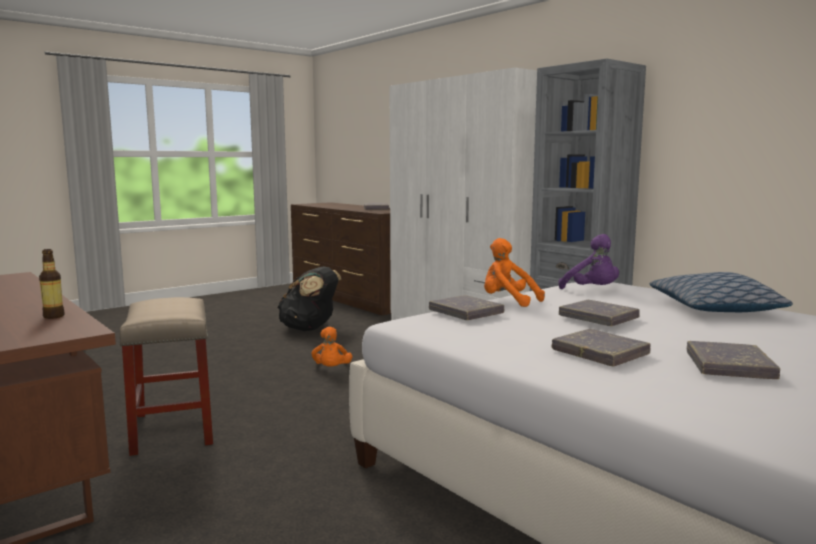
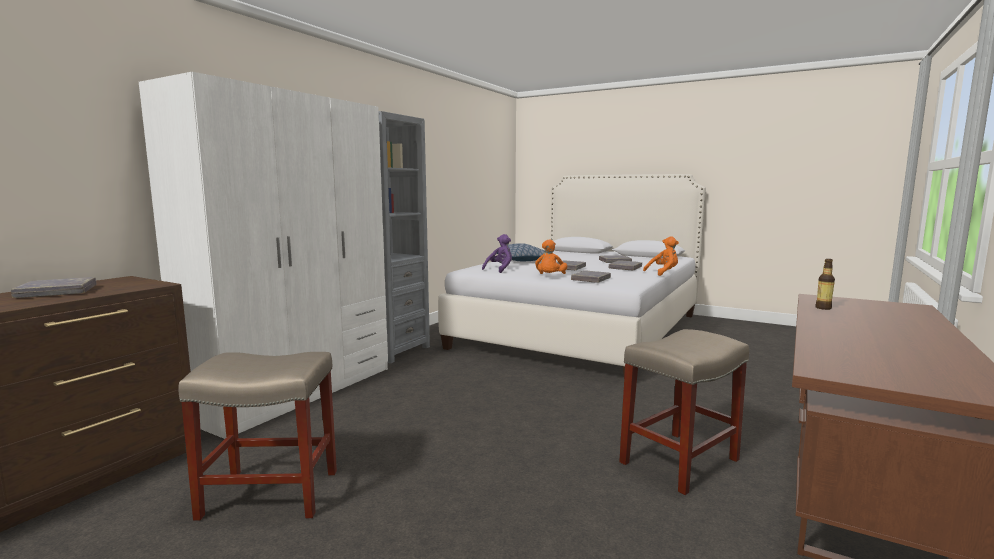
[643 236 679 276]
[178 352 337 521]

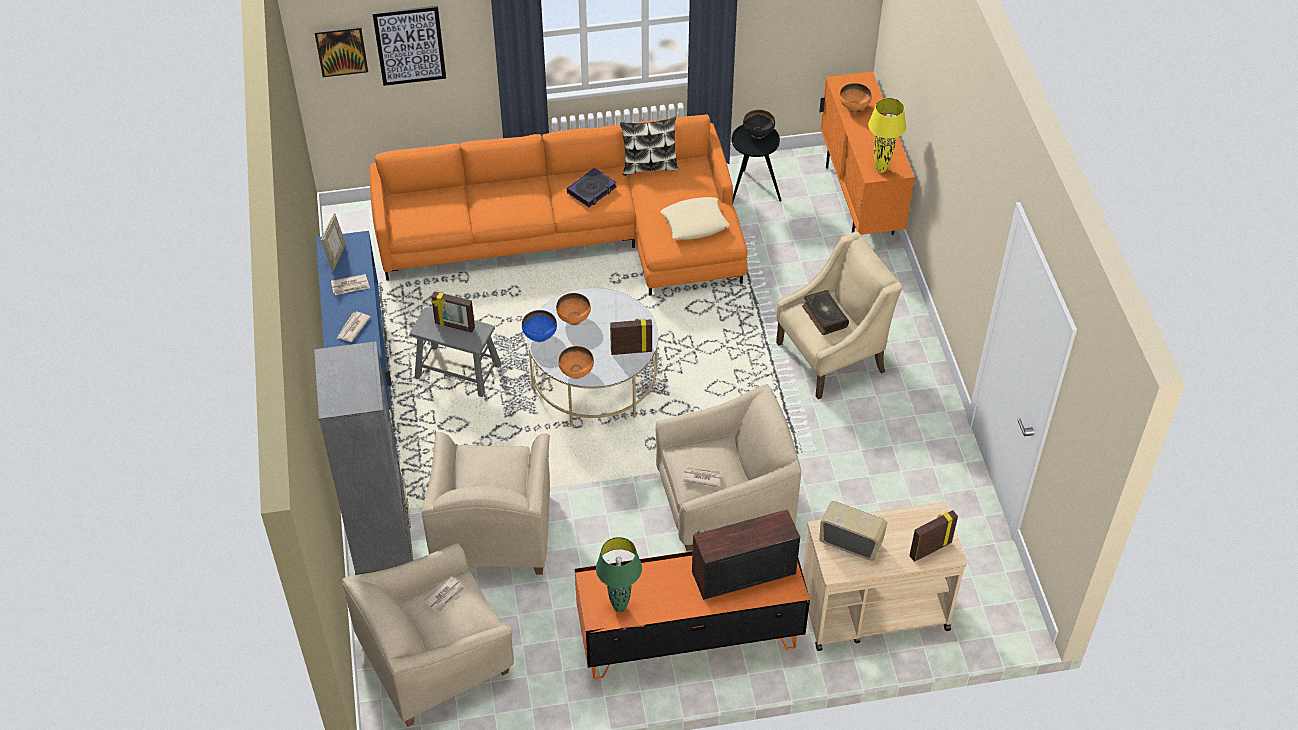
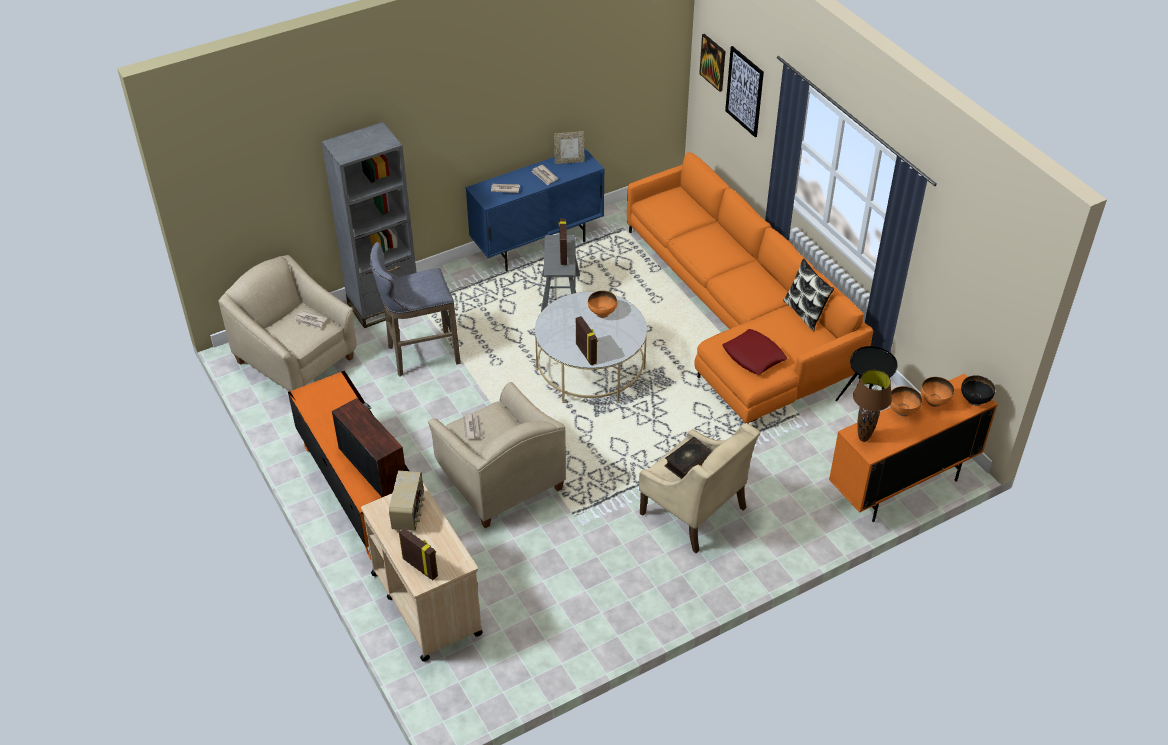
[522 310 557 342] (first image)
[567 168 617 207] (first image)
[596 537 642 612] (first image)
[890 386 922 417]
[961 375 995 406]
[370 242 461 377]
[722 329 787 375]
[853 370 892 442]

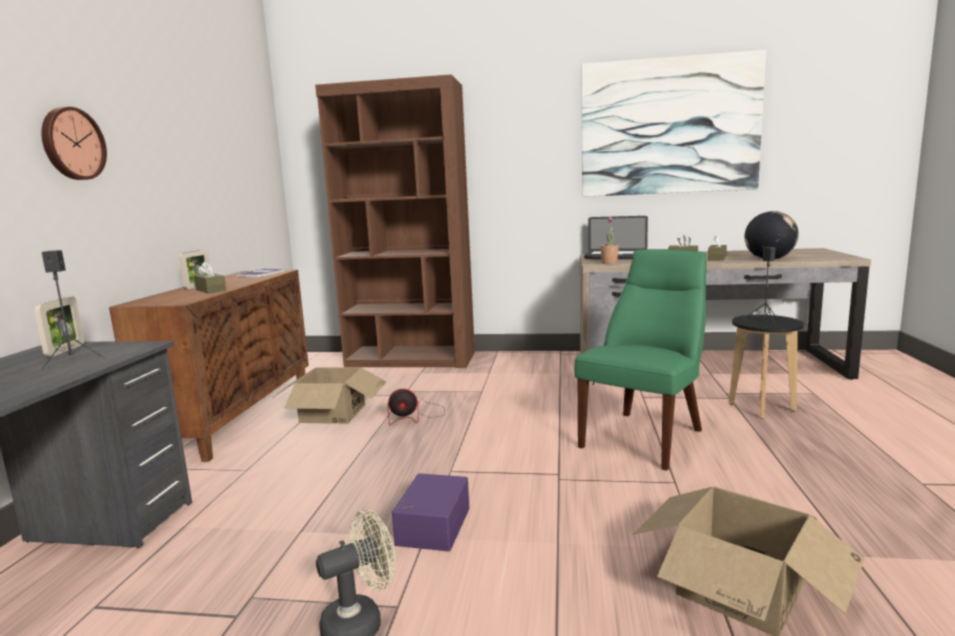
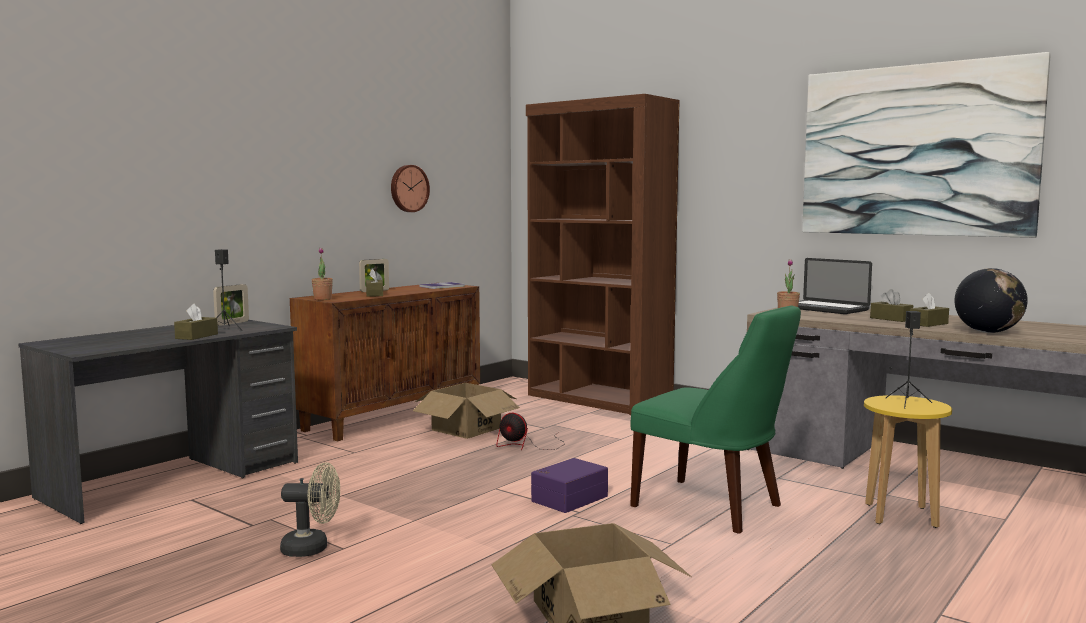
[174 304 218 340]
[311 248 333 300]
[391 165 430 212]
[531 458 608 513]
[864 395 952 528]
[630 305 801 533]

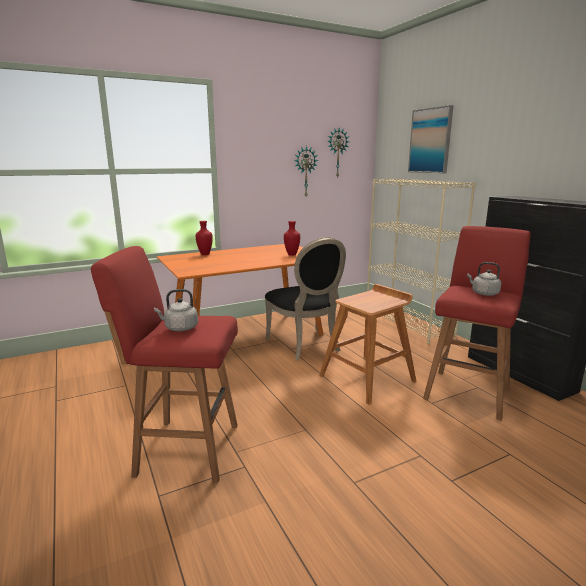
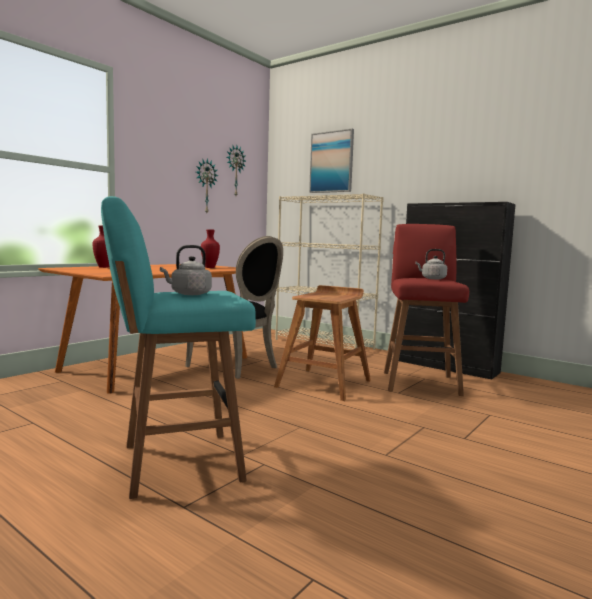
[101 196 256 499]

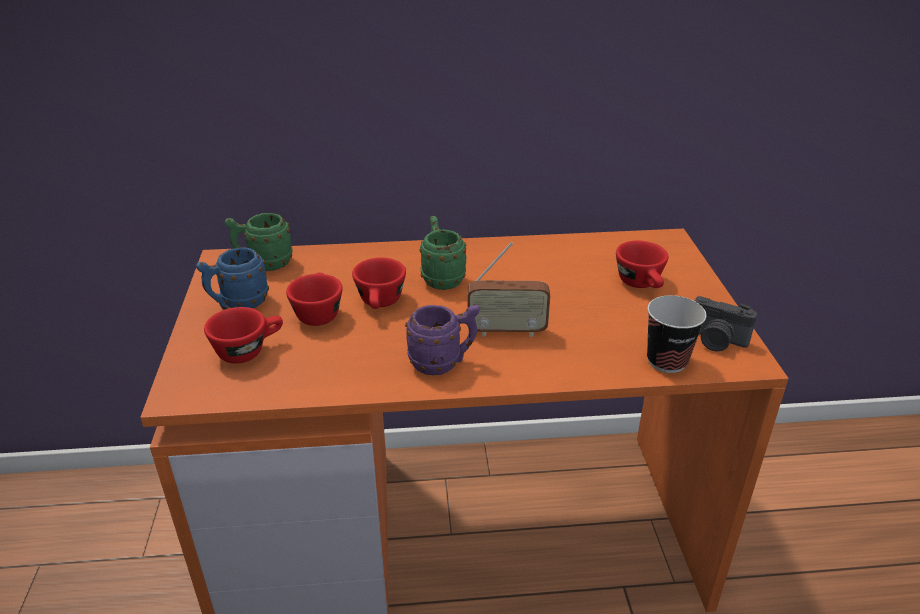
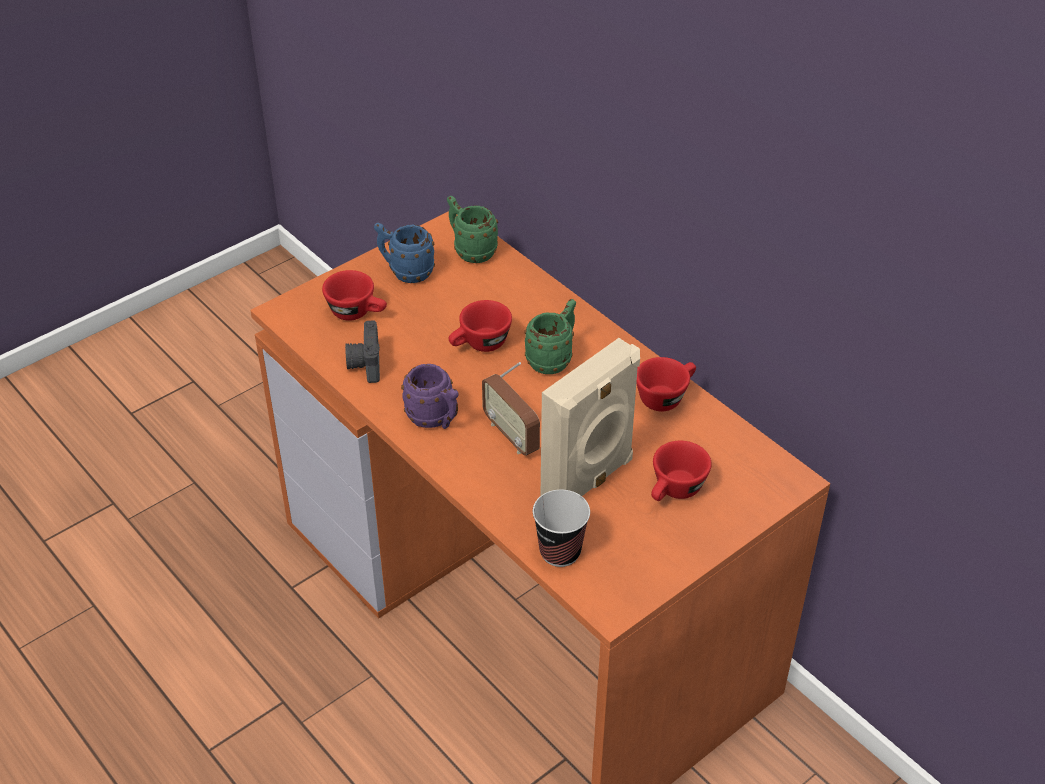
[540 338 640 496]
[636 357 696 411]
[345 320 380 383]

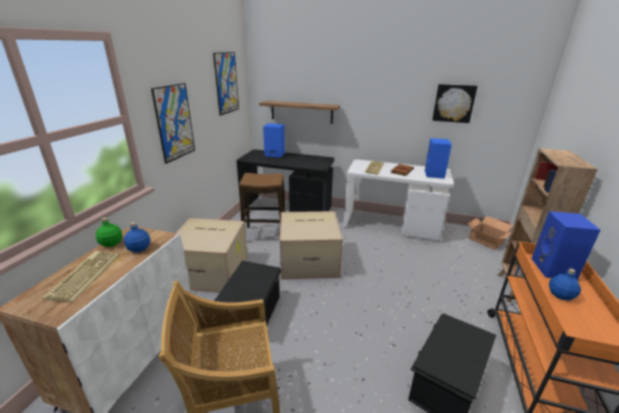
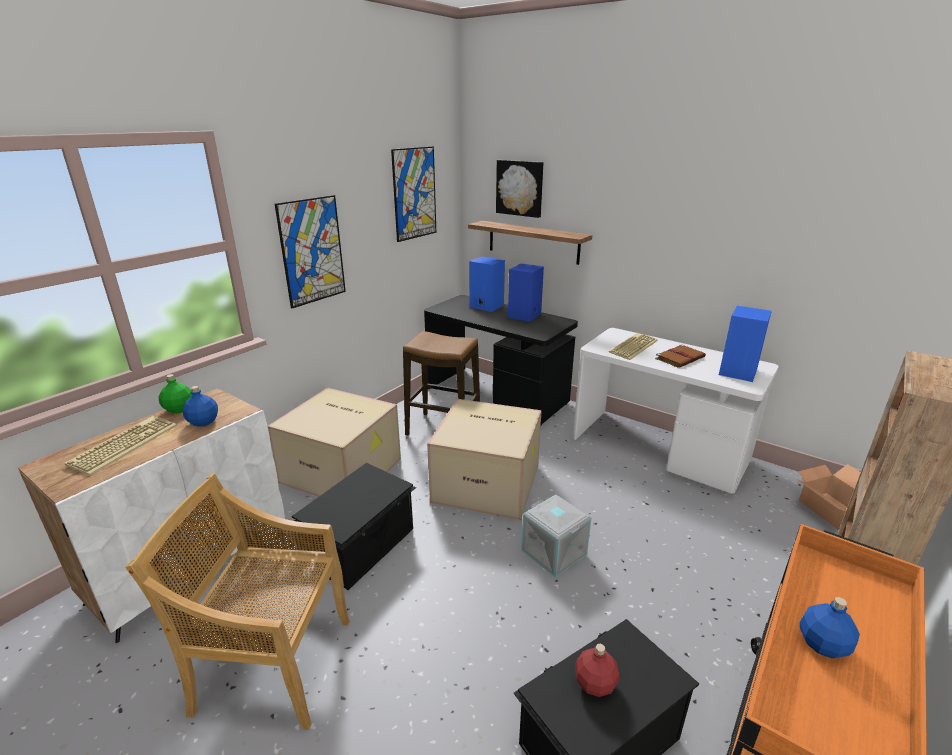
[521 494 592 577]
[575 644 619 697]
[496 160 543 218]
[508 263 544 322]

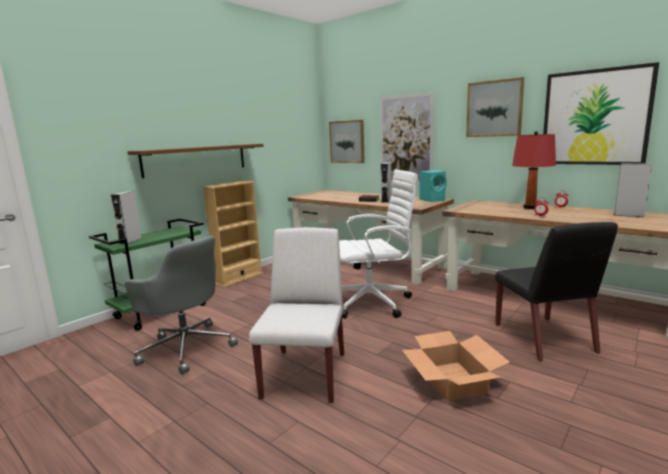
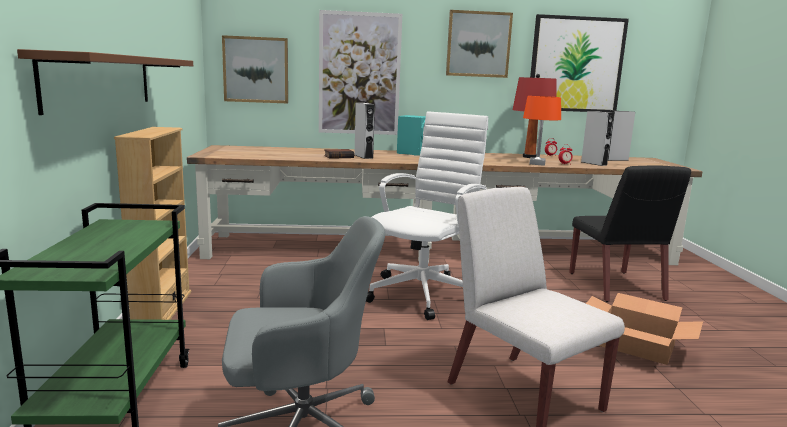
[523 96 561 166]
[581 111 614 166]
[569 165 691 302]

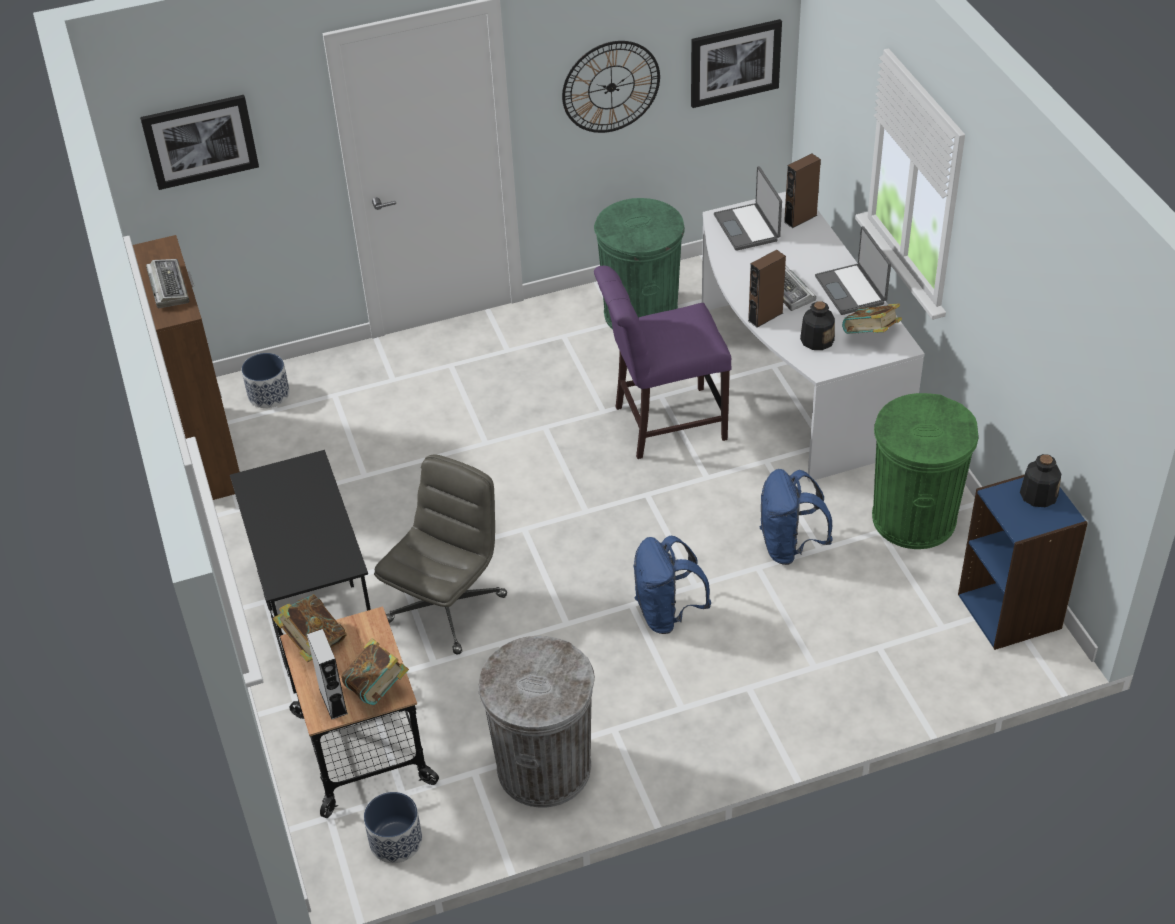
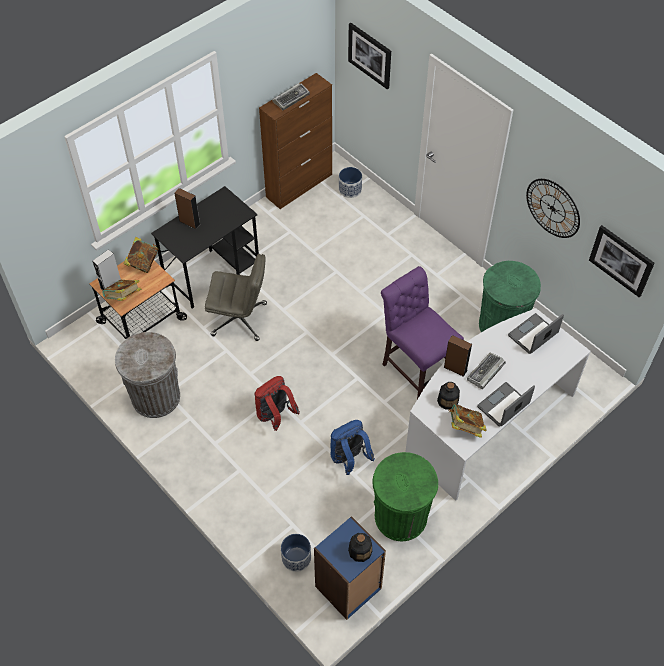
[281 534 311 572]
[174 188 200 229]
[254 376 300 431]

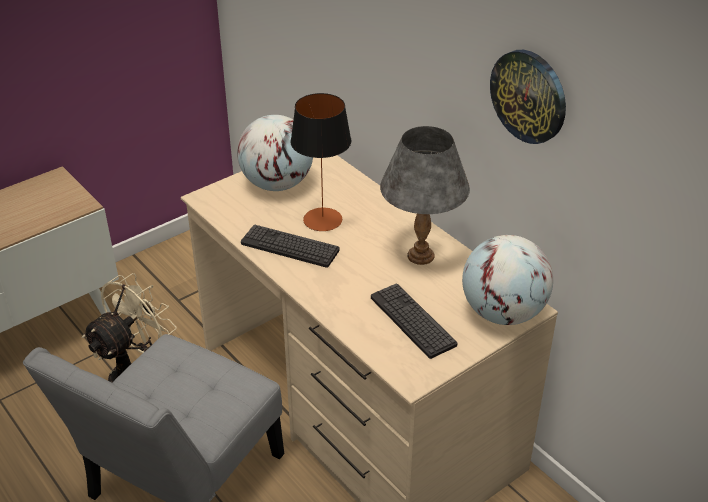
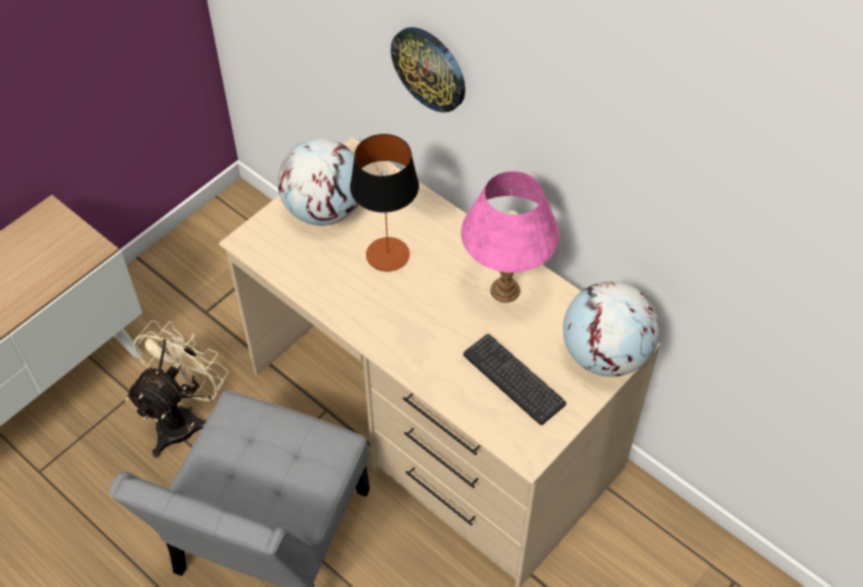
[241 224 340 268] (first image)
[391 27 465 113]
[461 171 560 303]

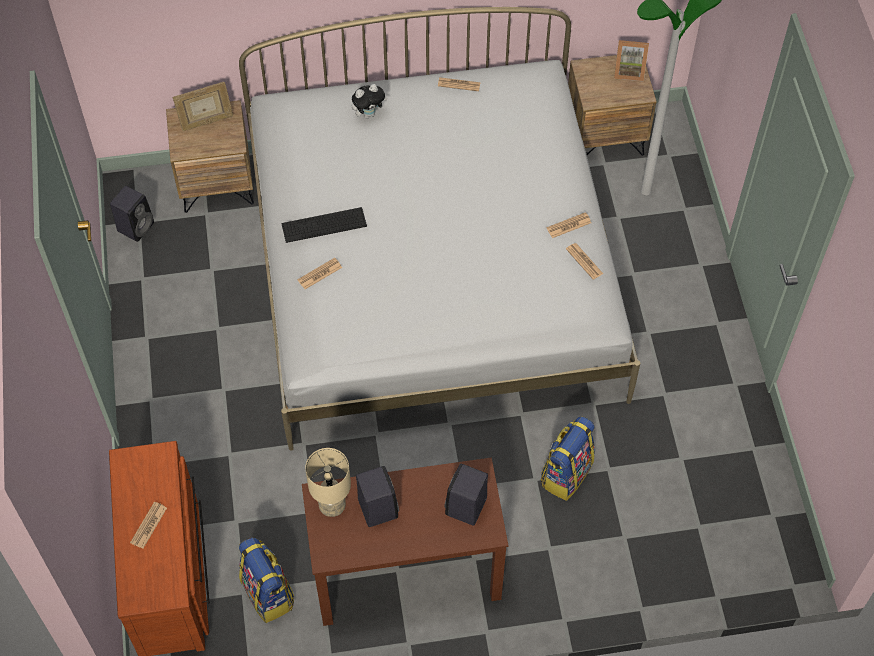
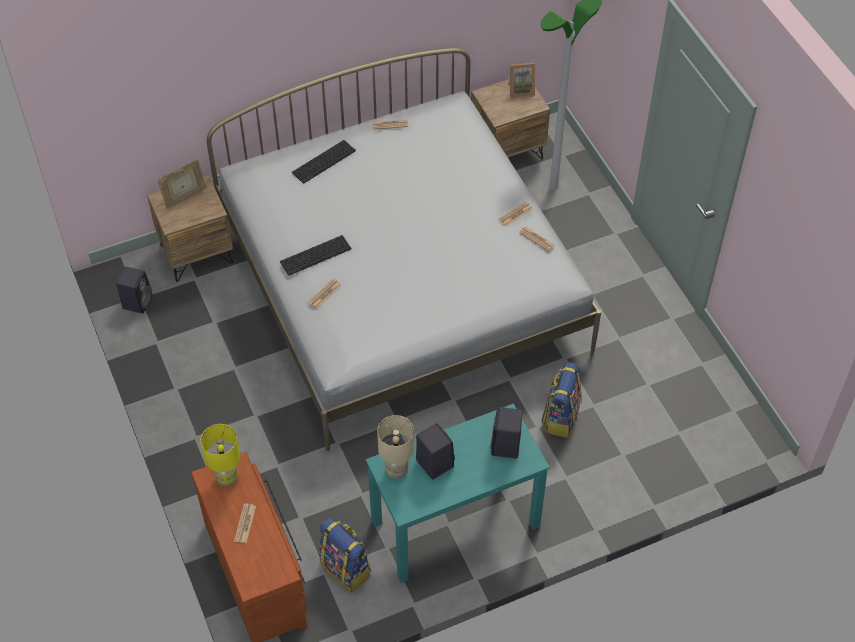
[201 424 240 486]
[292 140 356 184]
[366 404 550 583]

